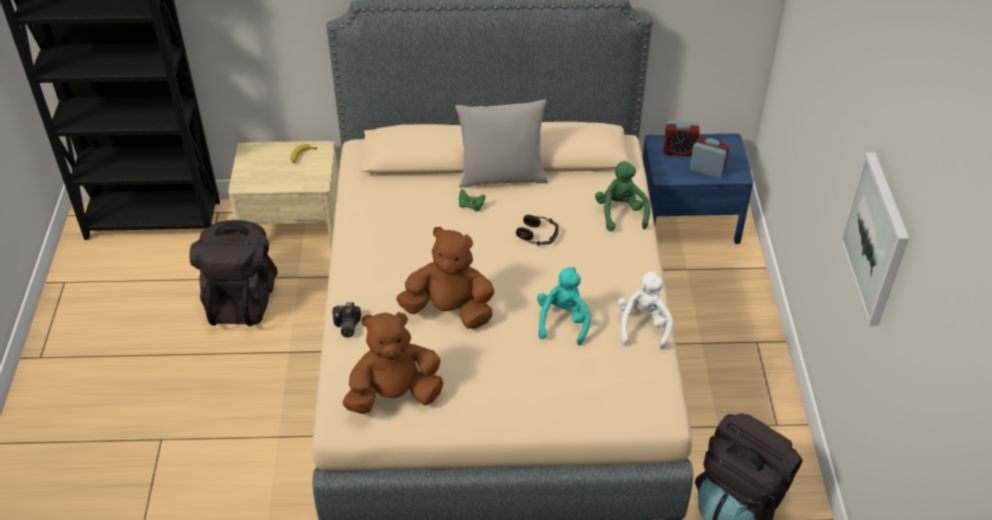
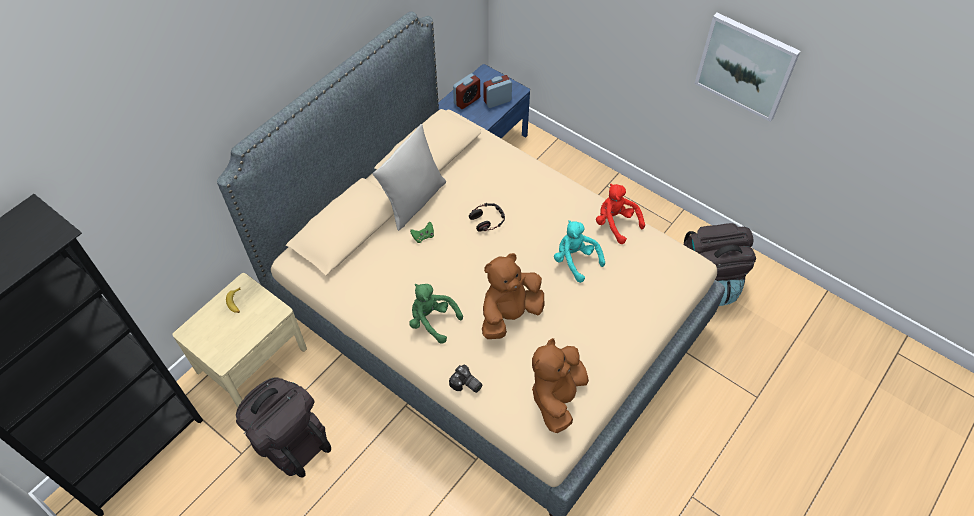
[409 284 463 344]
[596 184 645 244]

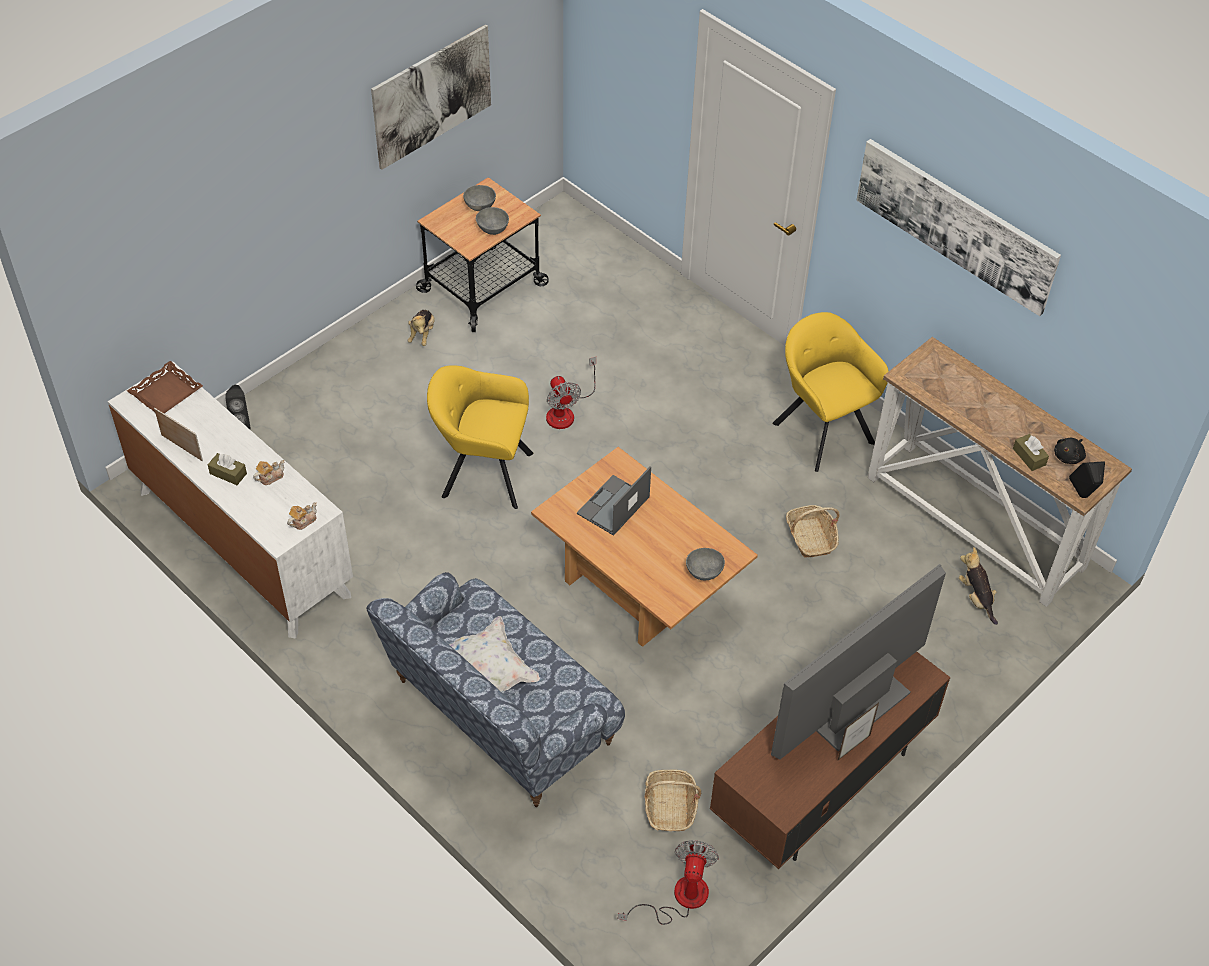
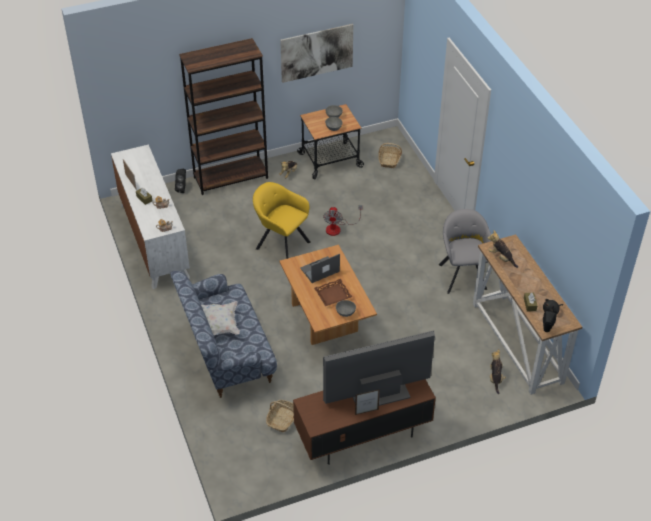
[618 840 719 925] (first image)
[856 139 1061 316] (first image)
[179 38 268 195]
[488 230 518 268]
[314 279 352 306]
[378 143 402 168]
[439 209 491 294]

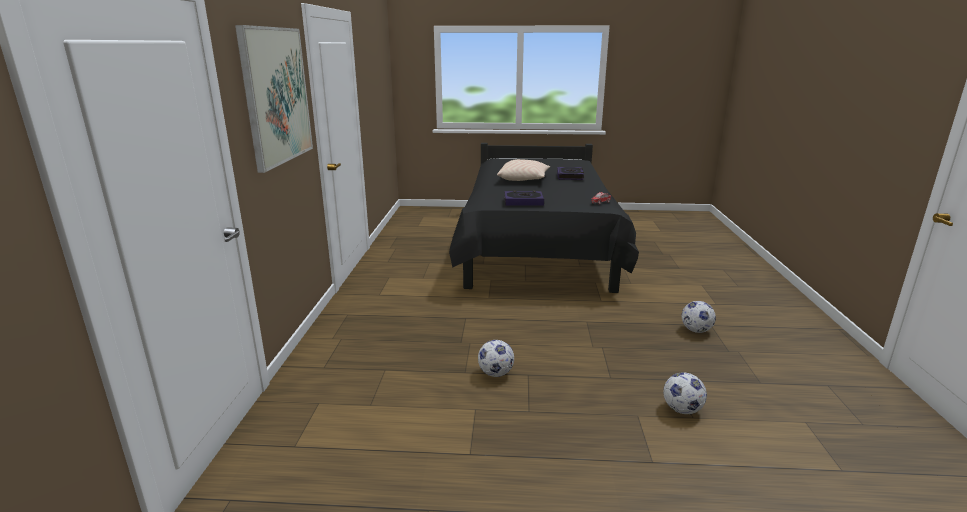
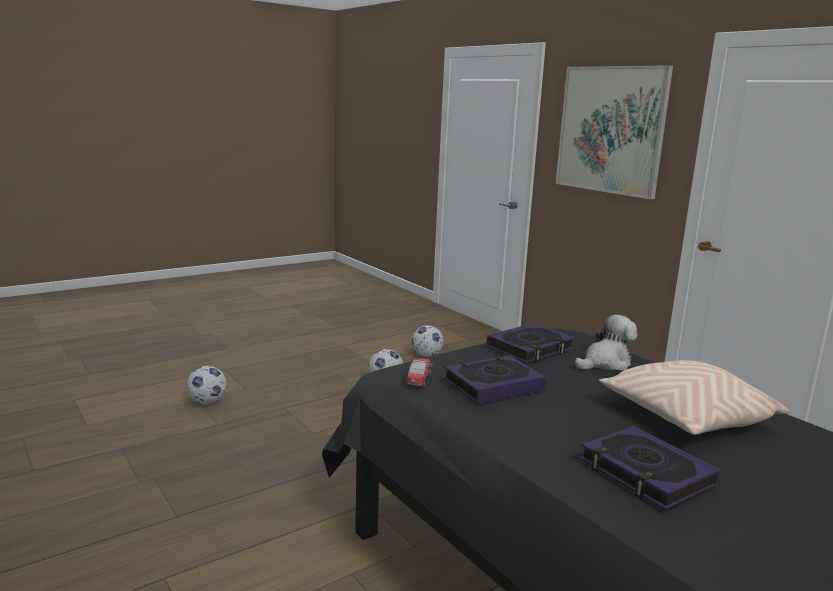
[444 355 546 404]
[575 315 637 371]
[412 325 444 357]

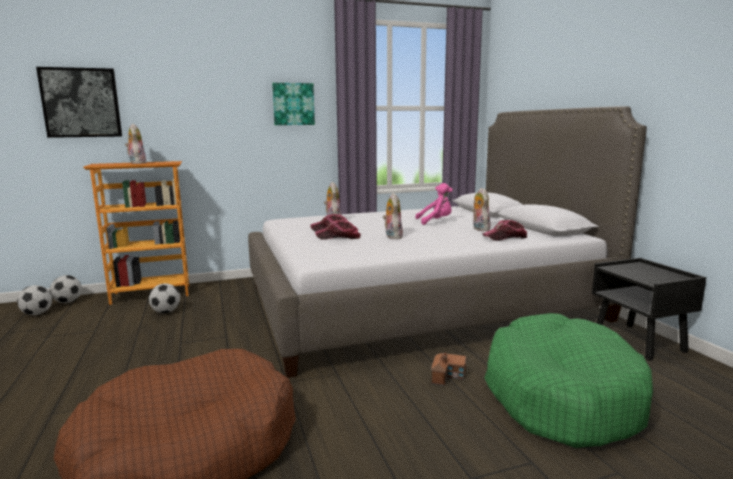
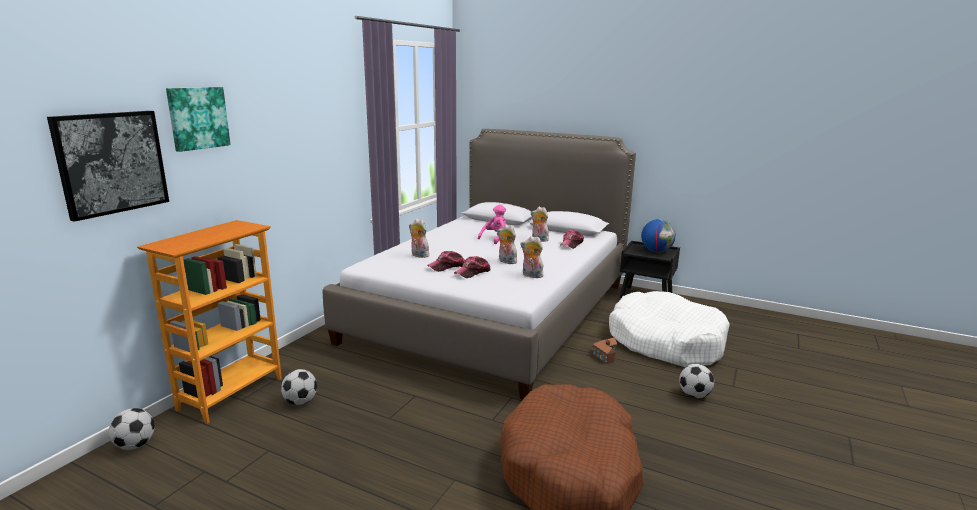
[641 219 676 252]
[679 364 714 398]
[520 236 543 278]
[166 87 231 152]
[609 291 730 367]

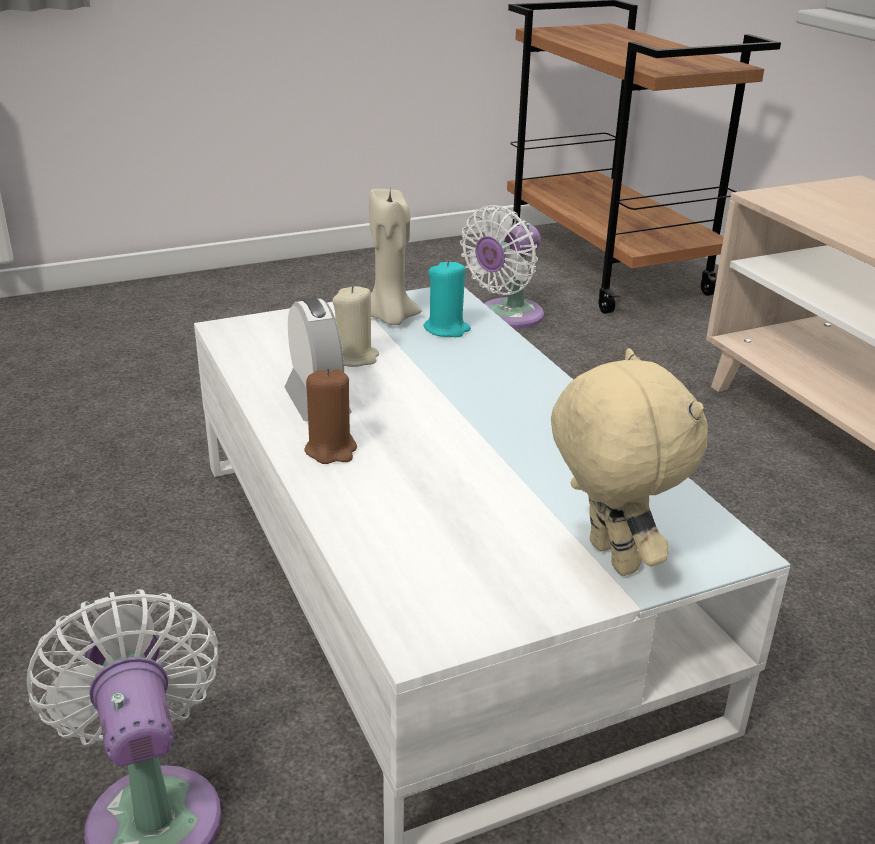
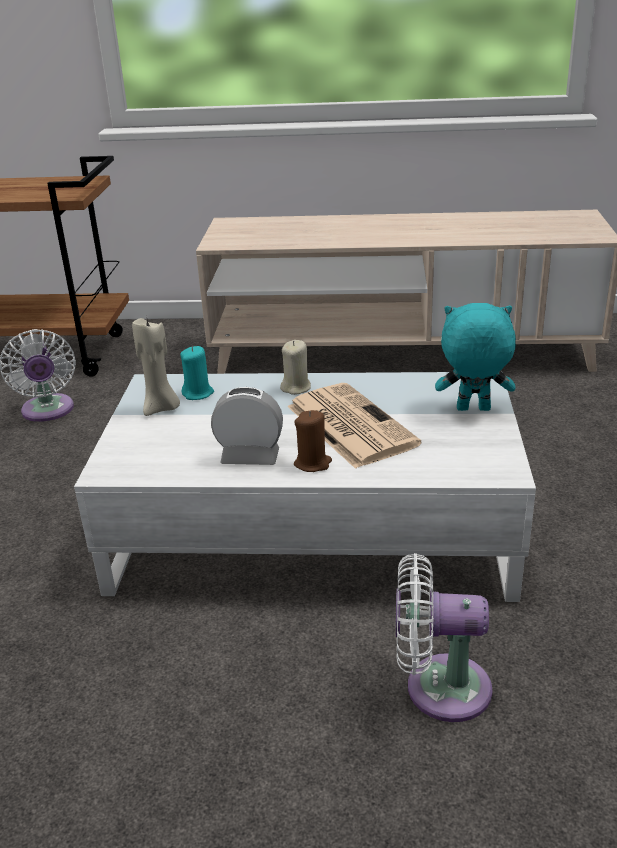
[287 383 421 469]
[280 340 311 395]
[435 303 516 411]

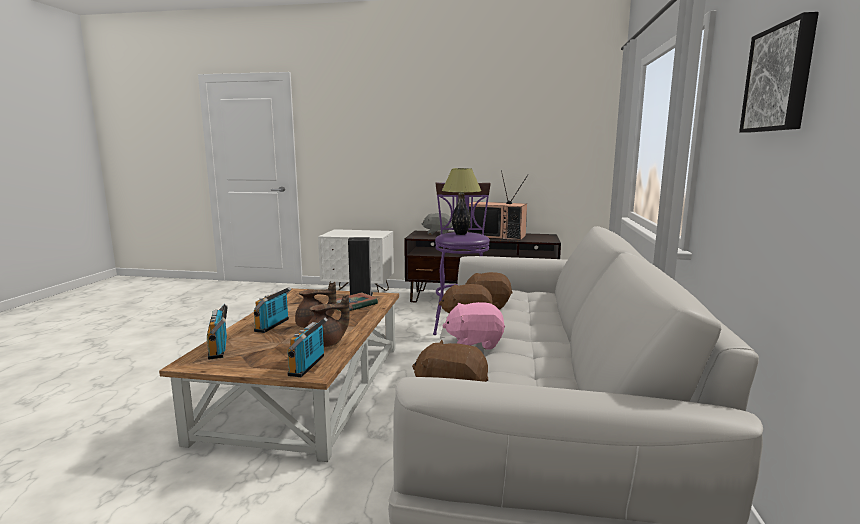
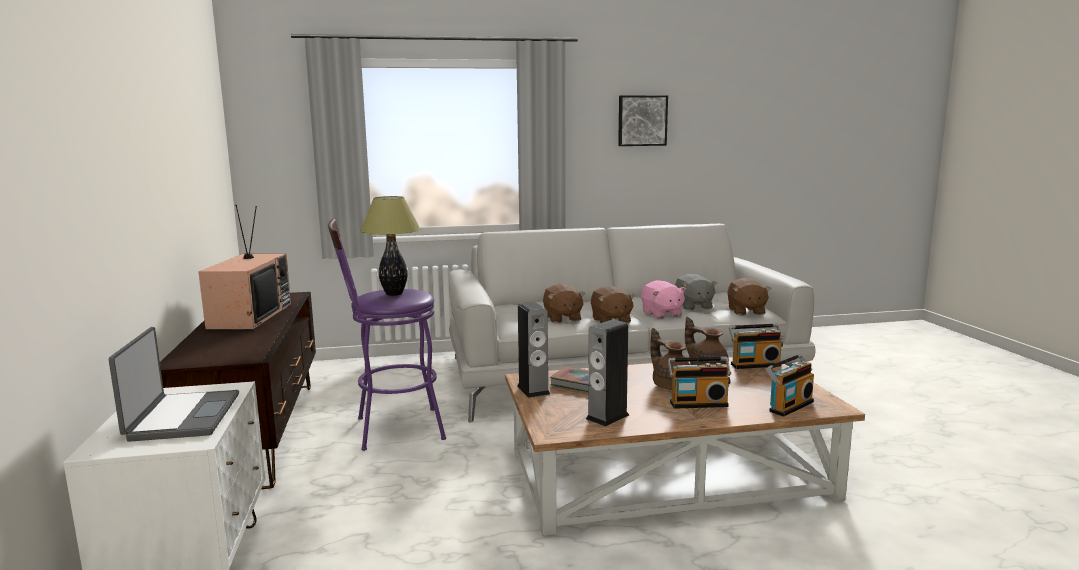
[109 327 239 442]
[586 320 629 427]
[675 274 717 310]

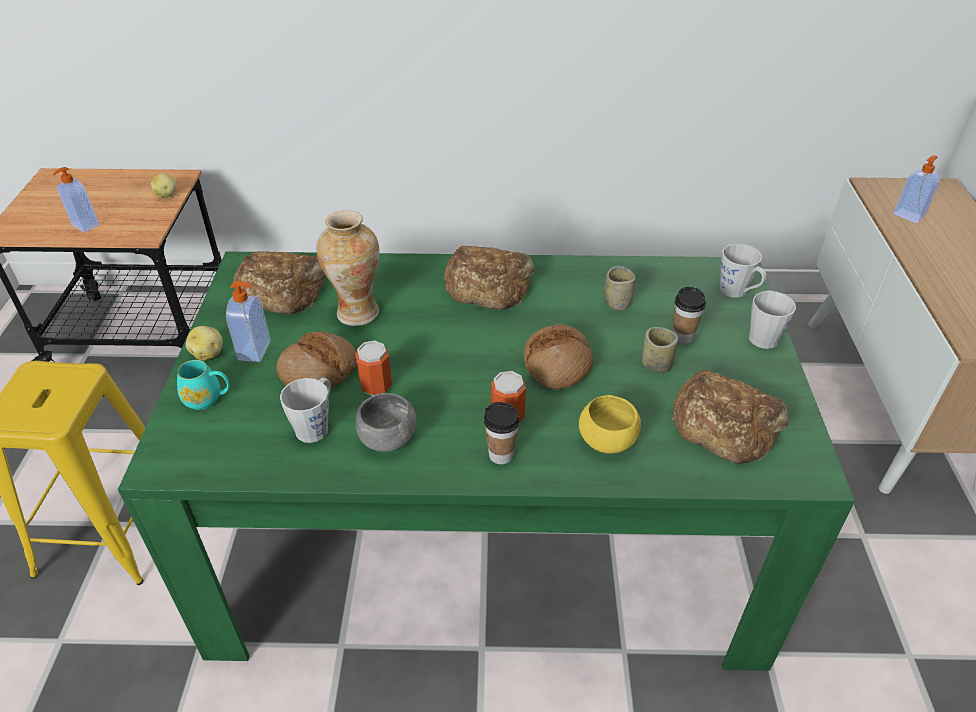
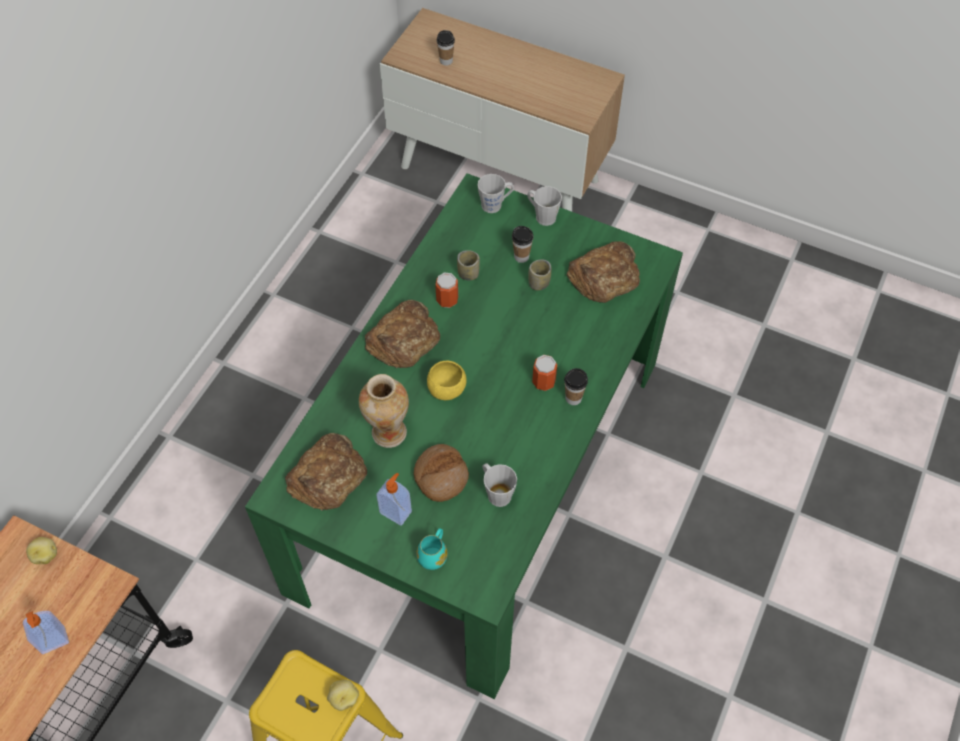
[356 393 416 452] (first image)
[524 324 594 389] (first image)
[327 680 359 711]
[435 272 458 308]
[427 361 467 400]
[437 30 455 66]

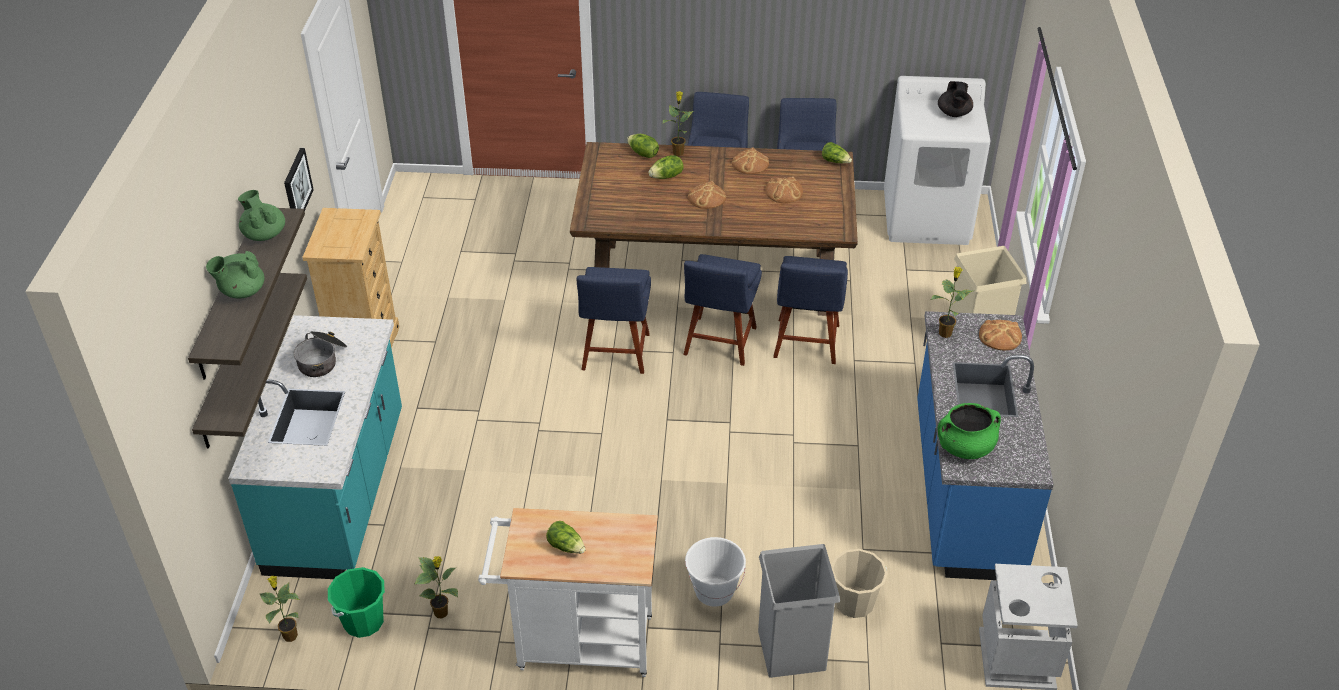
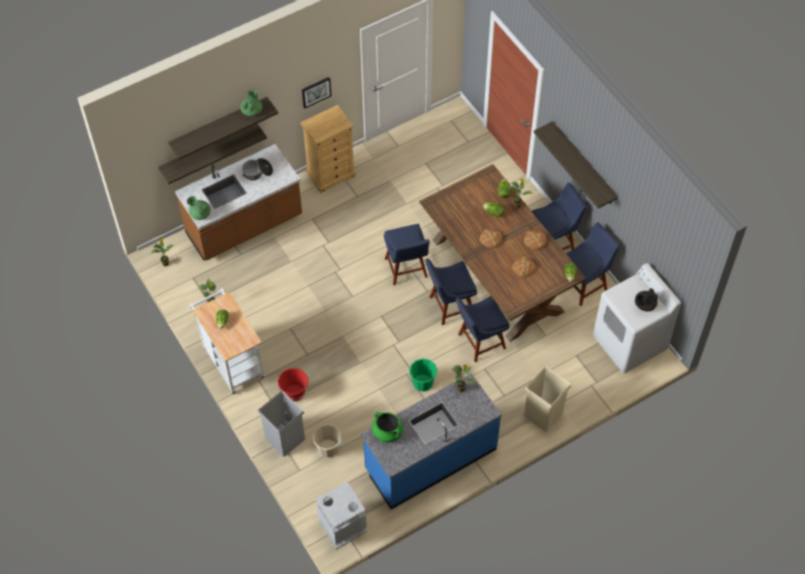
[979 320 1022 350] (first image)
[534 121 618 209]
[187 196 211 220]
[409 358 437 392]
[175 144 302 261]
[278 368 308 401]
[384 224 430 285]

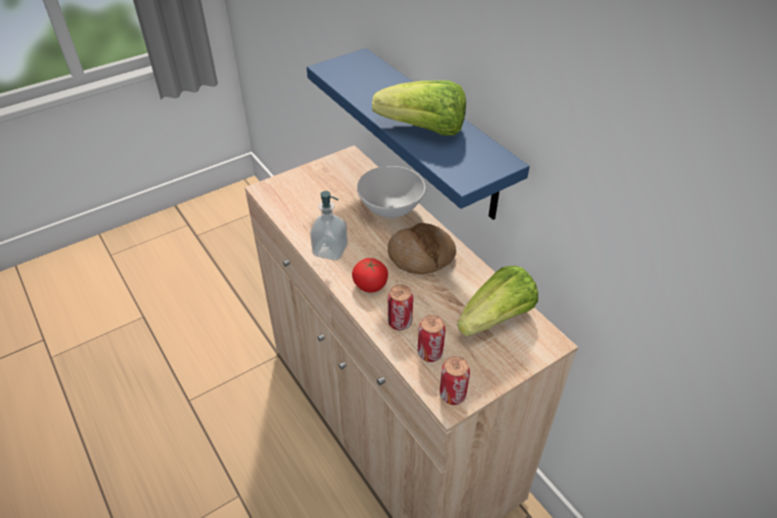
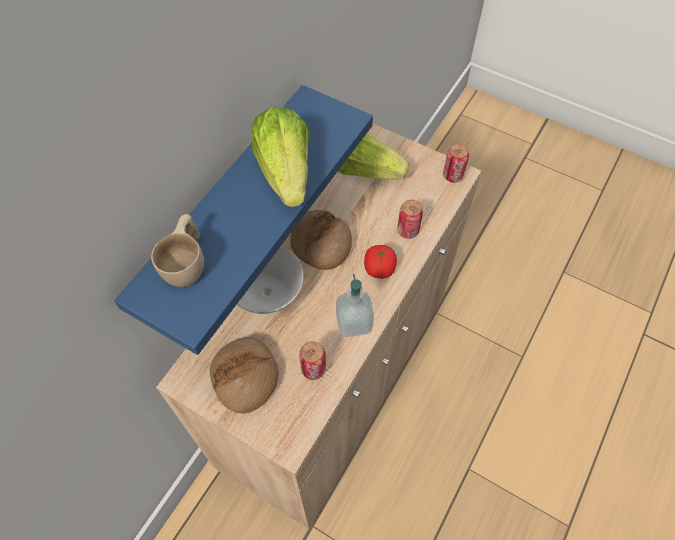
[151 214 204 287]
[210 337 279 414]
[299 341 326 380]

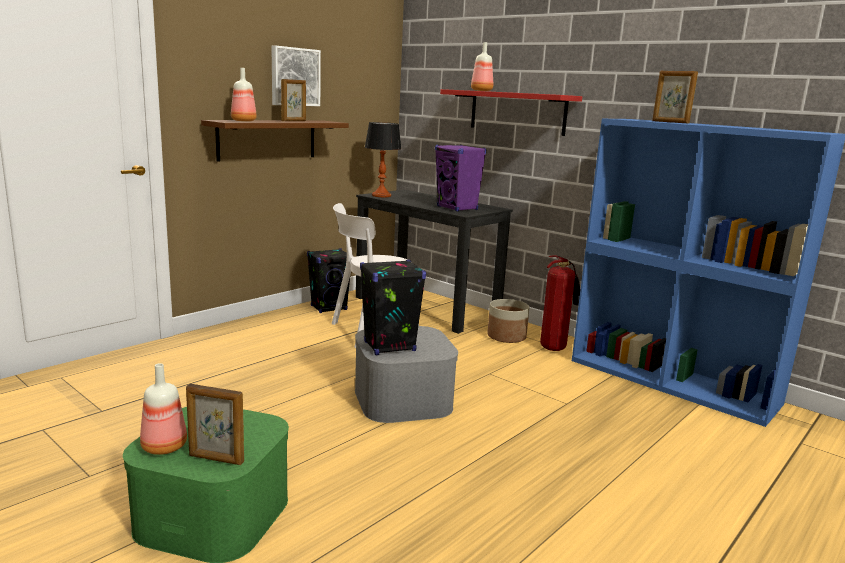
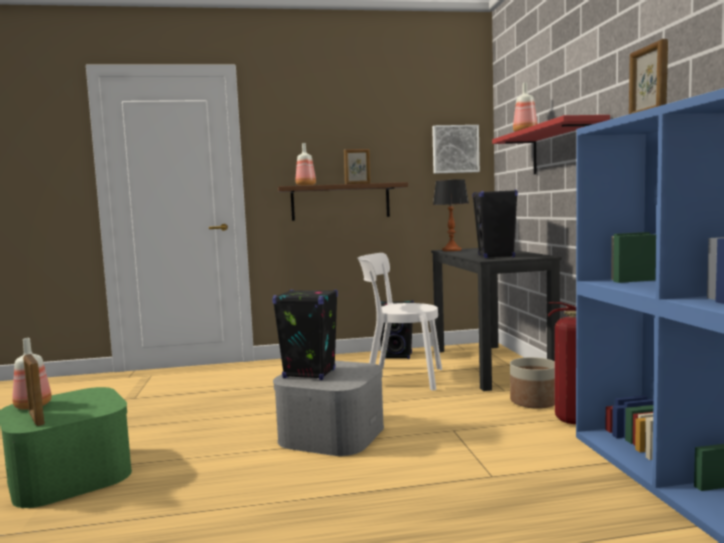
[432 125 480 174]
[472 189 518 258]

